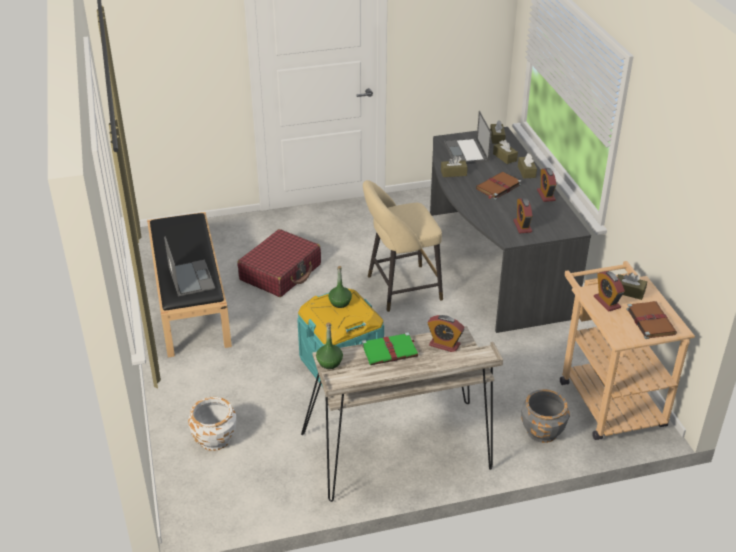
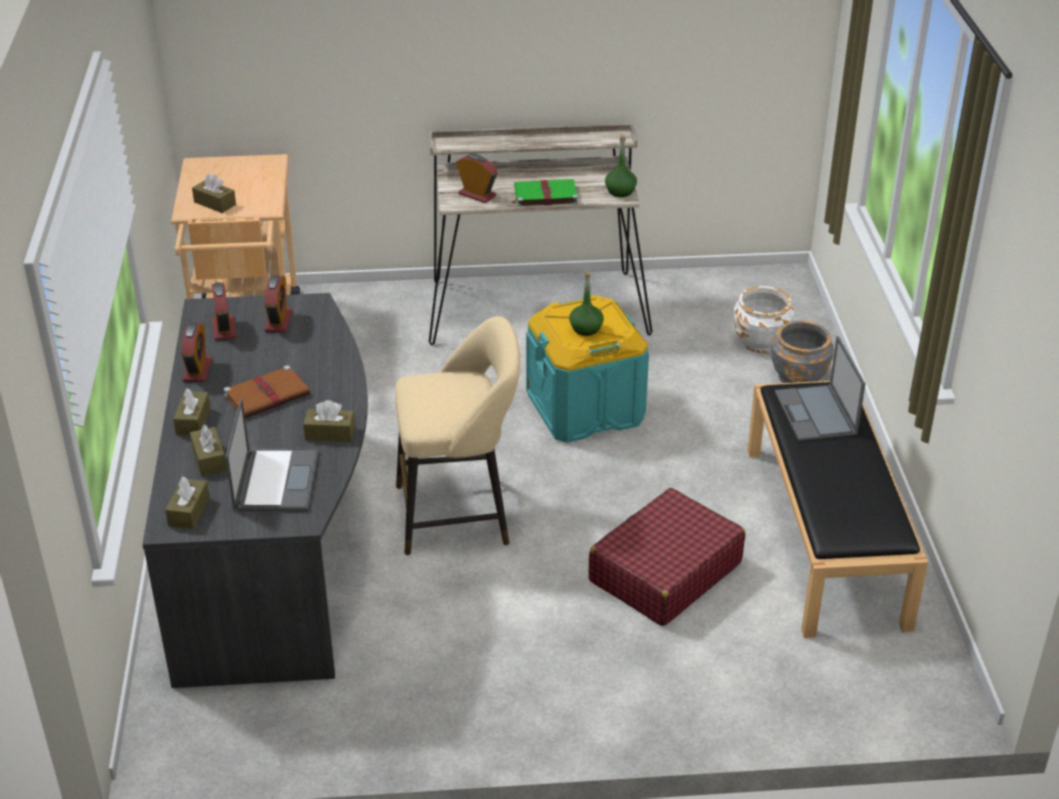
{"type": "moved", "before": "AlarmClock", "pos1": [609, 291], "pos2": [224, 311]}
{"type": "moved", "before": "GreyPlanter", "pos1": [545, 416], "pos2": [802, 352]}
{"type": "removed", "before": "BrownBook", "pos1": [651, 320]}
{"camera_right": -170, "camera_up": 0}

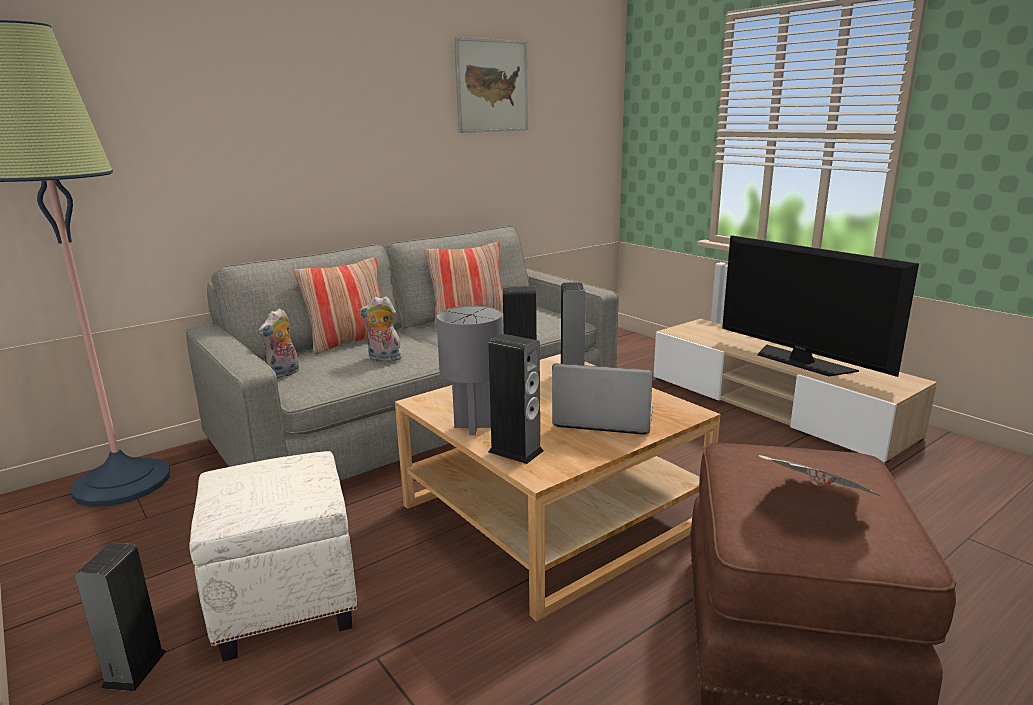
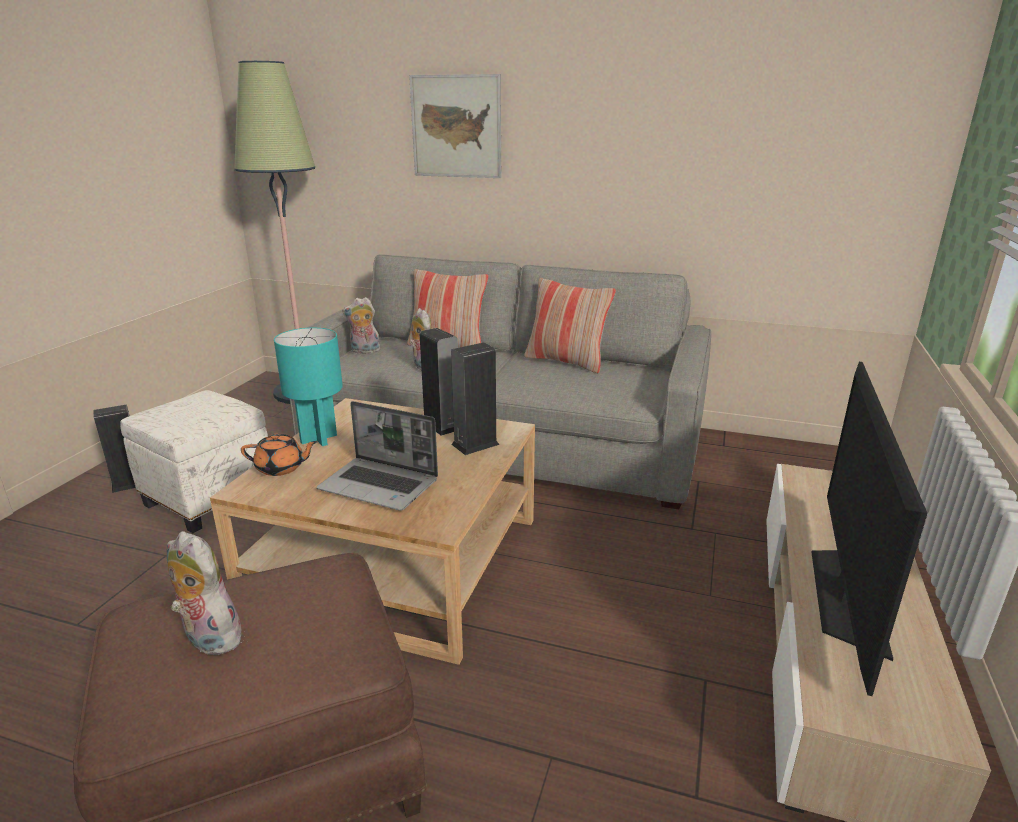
{"type": "replaced", "before": "Newspaper", "after": "PlushToy", "pos1": [819, 475], "pos2": [204, 593]}
{"type": "replaced", "before": "Speaker", "after": "OrangeTeapot", "pos1": [515, 399], "pos2": [279, 455]}
{"type": "recoloured", "before": "GreyTableLamp", "after": "TurquoiseTableLamp", "pos1": [469, 370], "pos2": [308, 387]}
{"type": "turned", "before": "Laptop", "pos1": [602, 399], "pos2": [377, 456], "turn": 135}
{"type": "moved", "before": "Picture", "pos1": [491, 85], "pos2": [455, 126]}
{"camera_right": 55, "camera_up": 5}

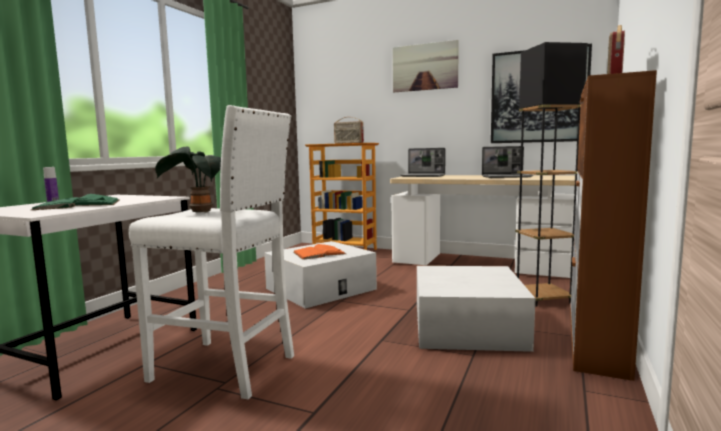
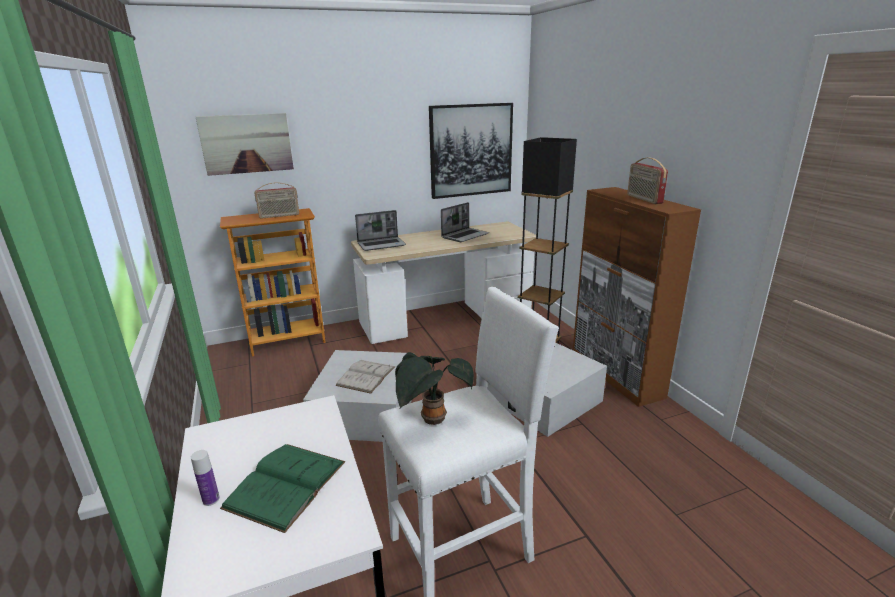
{"type": "moved", "before": "Picture", "pos1": [426, 66], "pos2": [245, 144]}
{"type": "recoloured", "before": "OrangeBook", "after": "WhiteBook", "pos1": [319, 252], "pos2": [365, 377]}
{"camera_right": -45, "camera_up": 15}

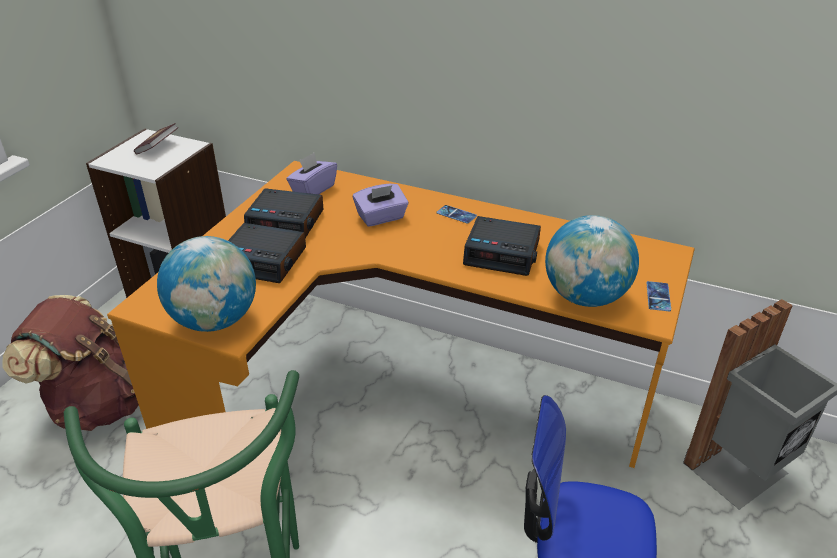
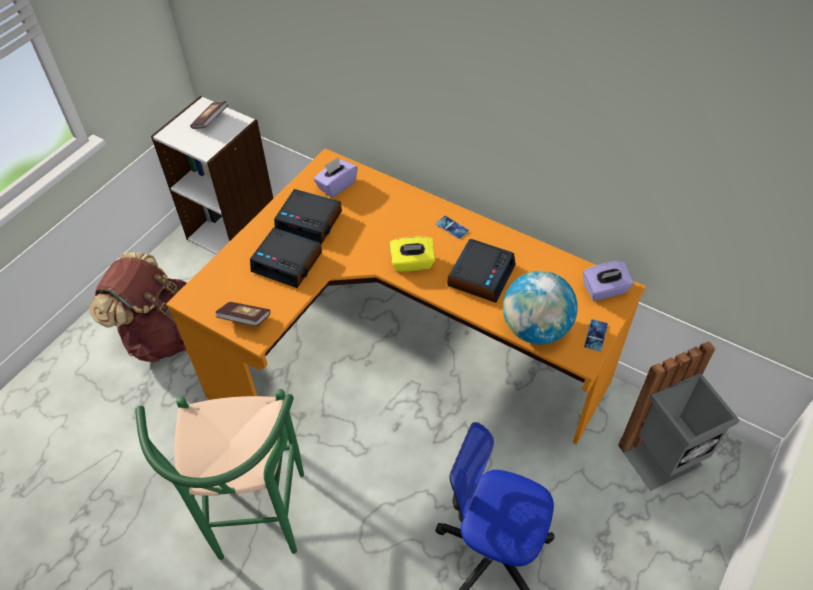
{"type": "replaced", "before": "Globe", "after": "Book", "pos1": [206, 284], "pos2": [242, 314]}
{"type": "added", "after": "YellowTissueBox", "pos2": [412, 254]}
{"type": "turned", "before": "AlarmClock", "pos1": [502, 246], "pos2": [481, 271], "turn": -90}
{"type": "moved", "before": "PurpleTissueBox", "pos1": [380, 205], "pos2": [608, 281]}
{"camera_right": 10, "camera_up": 15}

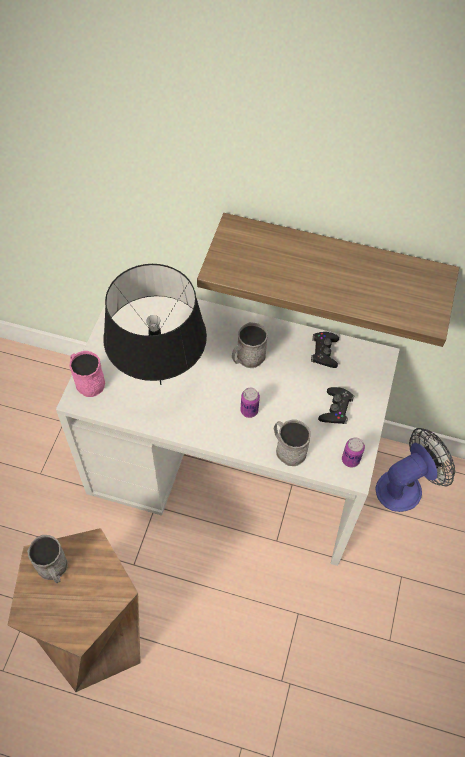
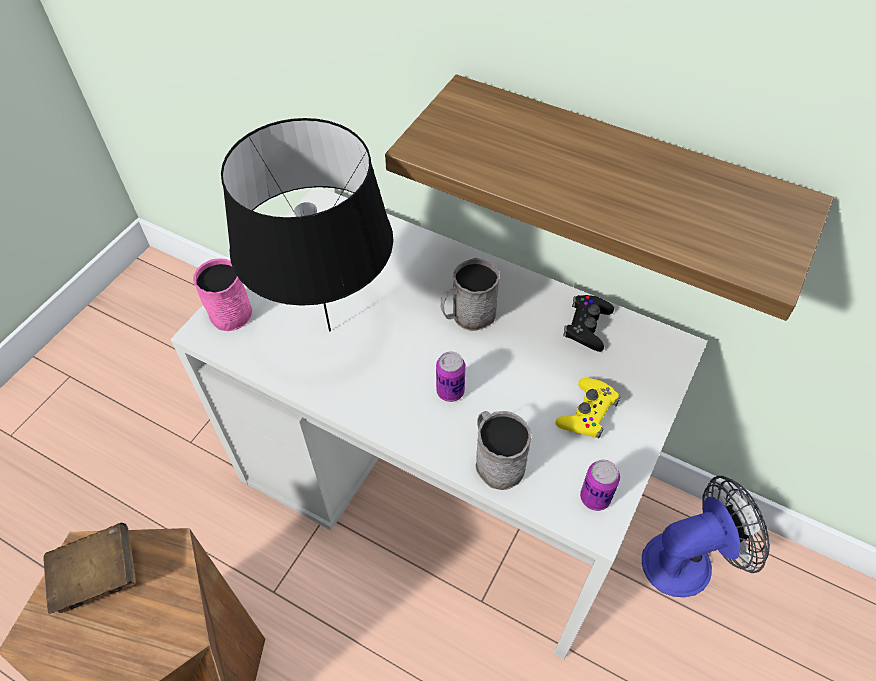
{"type": "replaced", "before": "GreyMug", "after": "BrownBook", "pos1": [47, 559], "pos2": [89, 568]}
{"type": "recoloured", "before": "BlackGameController", "after": "YellowGameController", "pos1": [336, 405], "pos2": [588, 408]}
{"camera_right": 15, "camera_up": -5}

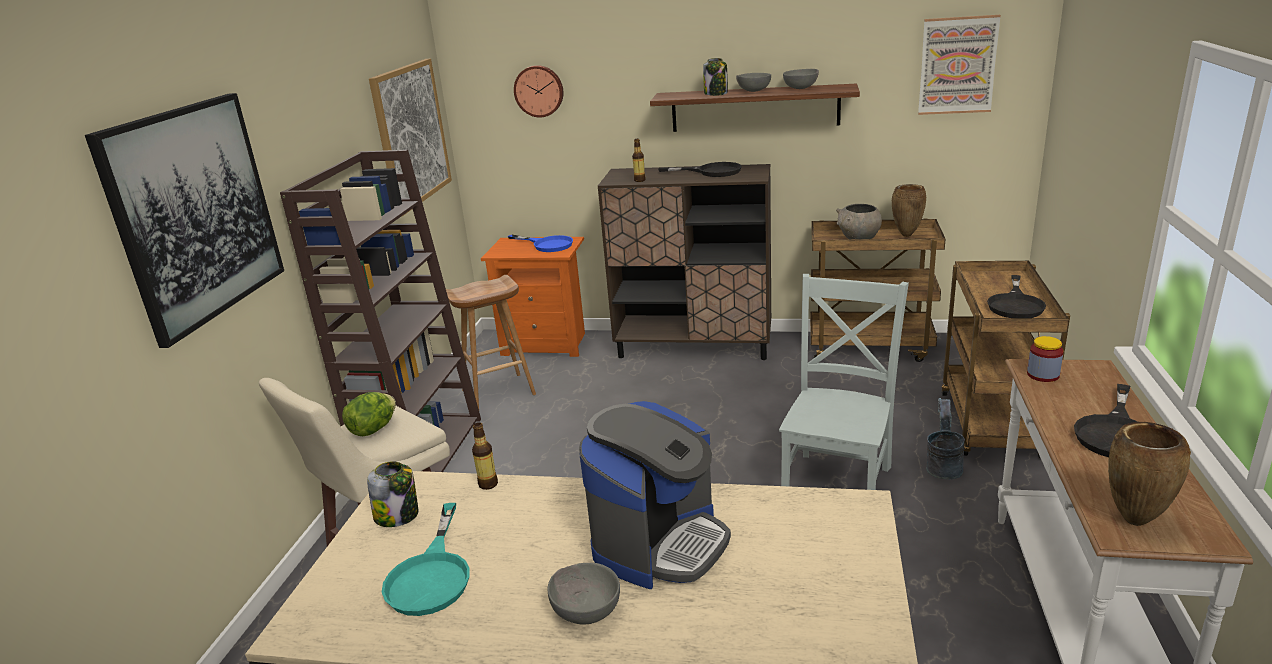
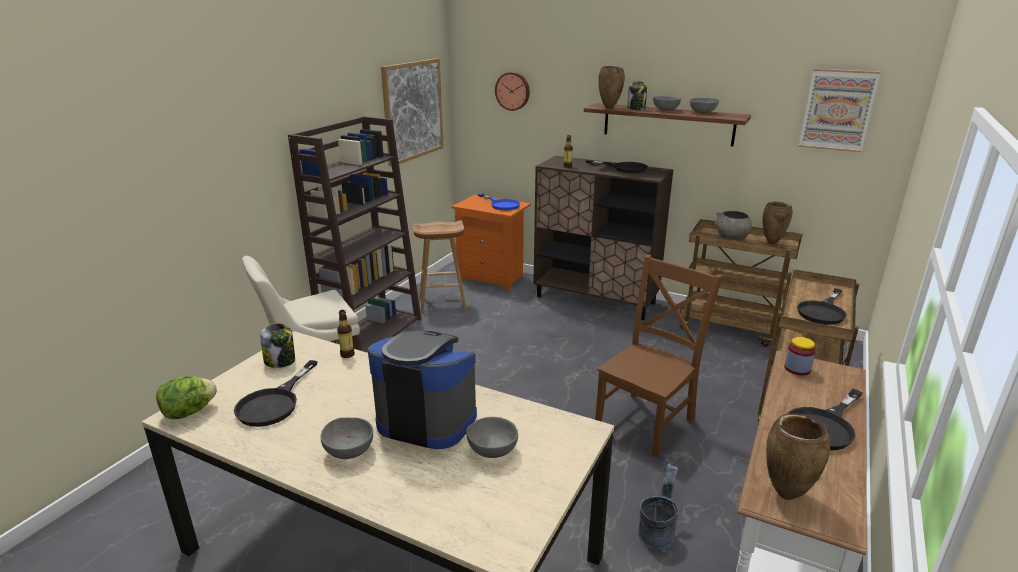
{"type": "moved", "before": "Lettuce", "pos1": [369, 414], "pos2": [186, 397]}
{"type": "recoloured", "before": "TurquoiseFryingPan", "after": "BlackFryingPan", "pos1": [426, 559], "pos2": [276, 393]}
{"type": "turned", "before": "CoffeeMachine", "pos1": [655, 495], "pos2": [422, 389], "turn": -120}
{"type": "added", "after": "GreyBowl", "pos2": [492, 437]}
{"type": "recoloured", "before": "GreyChair", "after": "BrownChair", "pos1": [844, 382], "pos2": [659, 356]}
{"type": "added", "after": "BrownVase", "pos2": [611, 87]}
{"type": "moved", "before": "GreyBucket", "pos1": [945, 439], "pos2": [658, 506]}
{"type": "removed", "before": "Picture", "pos1": [184, 220]}
{"camera_right": 15, "camera_up": 0}

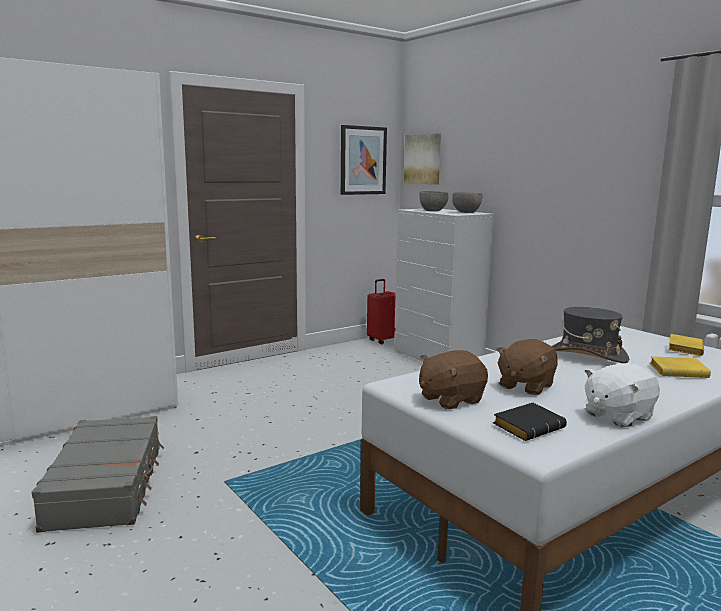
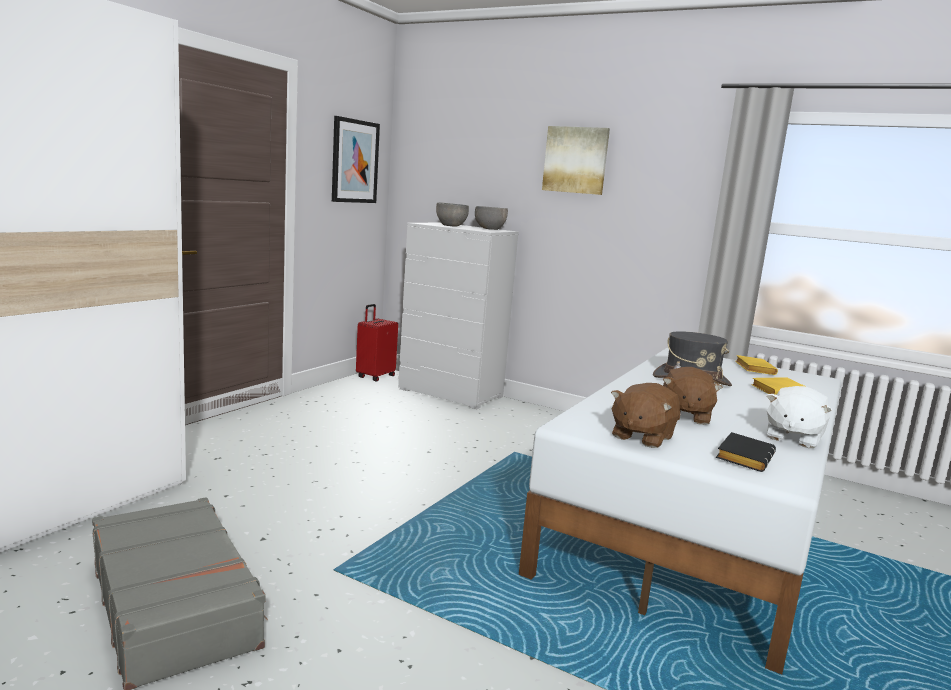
{"type": "moved", "before": "Picture", "pos1": [422, 159], "pos2": [576, 160]}
{"camera_right": -25, "camera_up": 0}

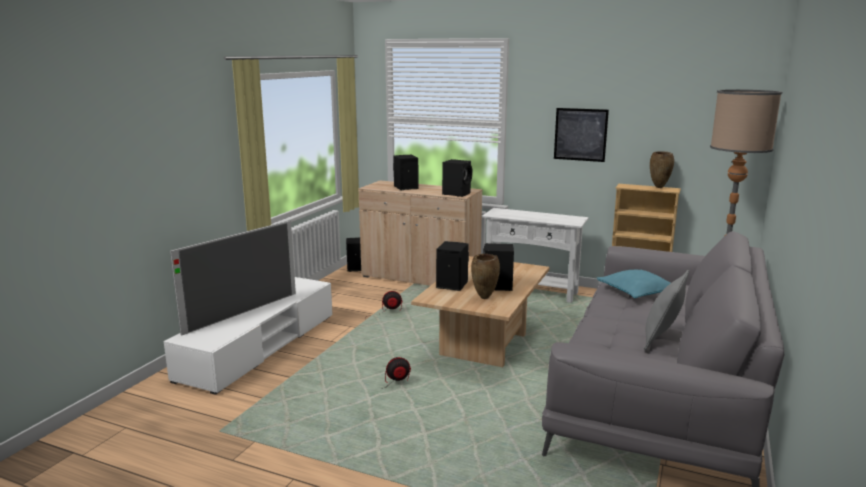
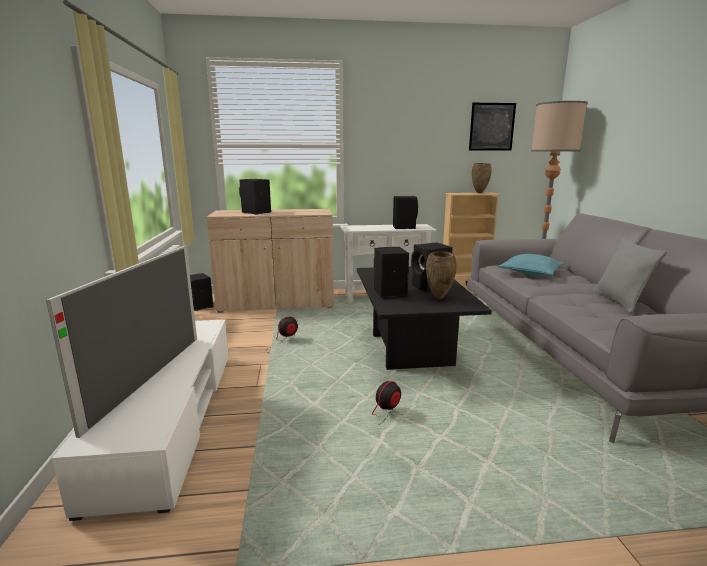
{"type": "recoloured", "before": "BeigeCoffeeTable", "after": "BlackCoffeeTable", "pos1": [480, 311], "pos2": [424, 318]}
{"type": "moved", "before": "BlackSpeaker", "pos1": [457, 178], "pos2": [405, 212]}
{"type": "moved", "before": "Picture", "pos1": [581, 135], "pos2": [492, 127]}
{"camera_right": -30, "camera_up": 0}

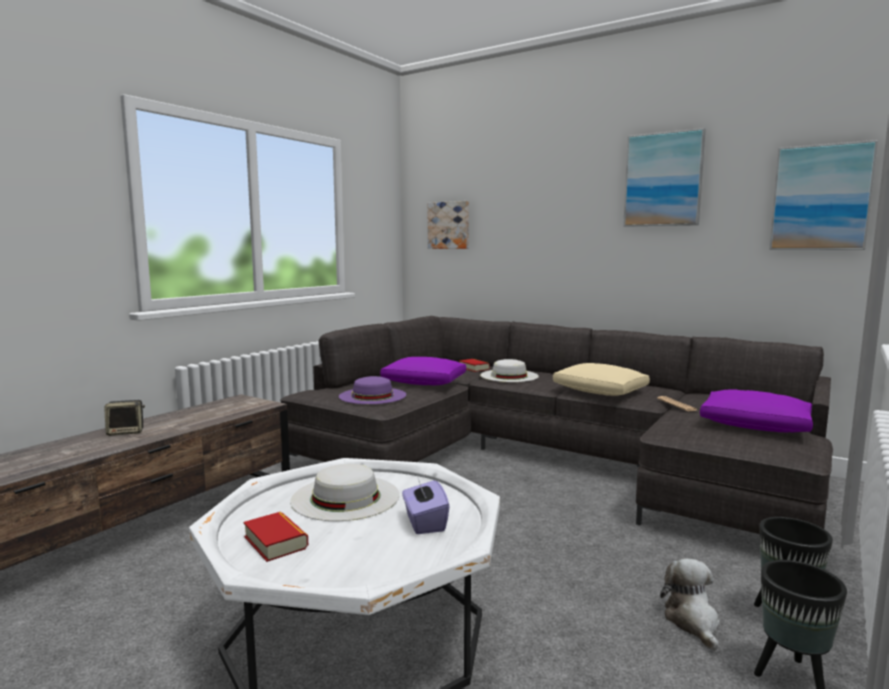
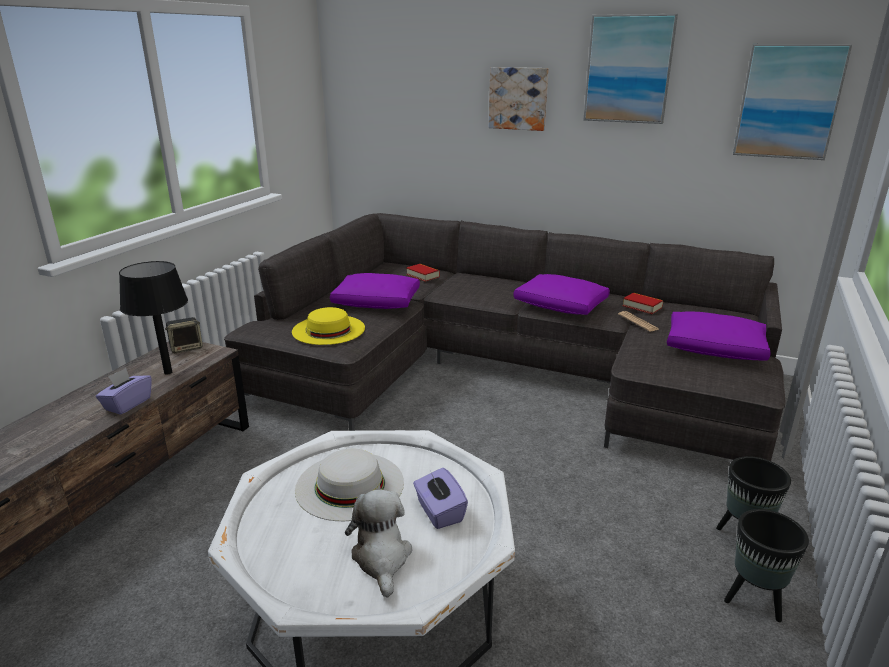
{"type": "added", "after": "PurpleTissueBox", "pos2": [124, 391]}
{"type": "added", "after": "BlackTableLamp", "pos2": [153, 318]}
{"type": "moved", "before": "Speaker", "pos1": [124, 418], "pos2": [184, 335]}
{"type": "recoloured", "before": "PurpleHat", "after": "YellowHat", "pos1": [372, 390], "pos2": [328, 326]}
{"type": "moved", "before": "PlushToy", "pos1": [689, 604], "pos2": [378, 543]}
{"type": "moved", "before": "Picture", "pos1": [448, 225], "pos2": [519, 99]}
{"type": "recoloured", "before": "BeigePillow", "after": "PurplePillow", "pos1": [601, 379], "pos2": [561, 294]}
{"type": "moved", "before": "Book", "pos1": [276, 537], "pos2": [643, 303]}
{"type": "removed", "before": "WhiteHat", "pos1": [509, 370]}
{"camera_right": -10, "camera_up": 15}

